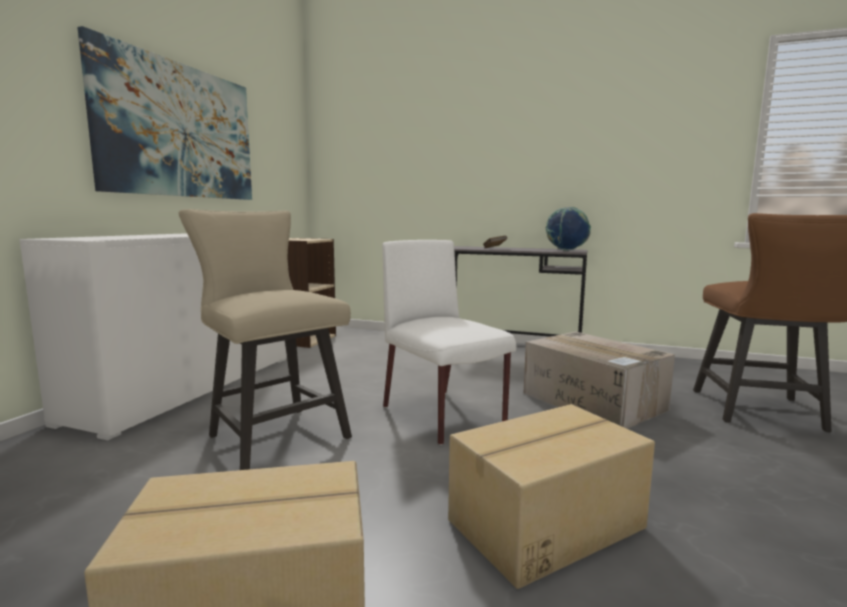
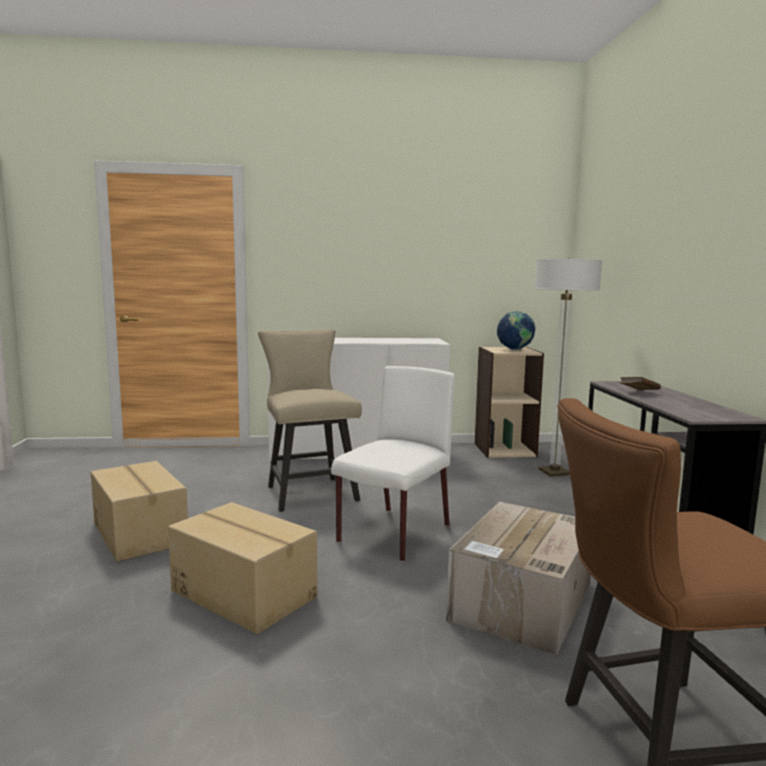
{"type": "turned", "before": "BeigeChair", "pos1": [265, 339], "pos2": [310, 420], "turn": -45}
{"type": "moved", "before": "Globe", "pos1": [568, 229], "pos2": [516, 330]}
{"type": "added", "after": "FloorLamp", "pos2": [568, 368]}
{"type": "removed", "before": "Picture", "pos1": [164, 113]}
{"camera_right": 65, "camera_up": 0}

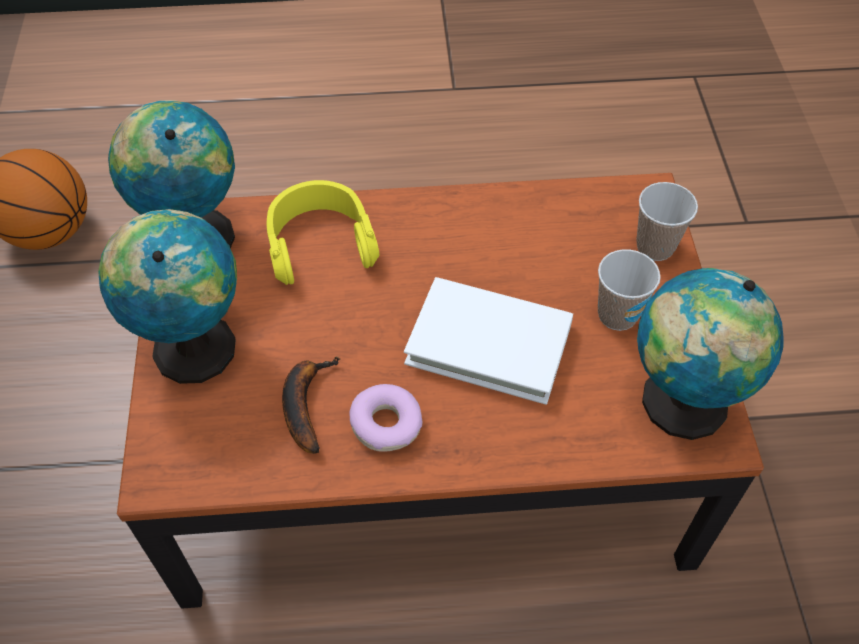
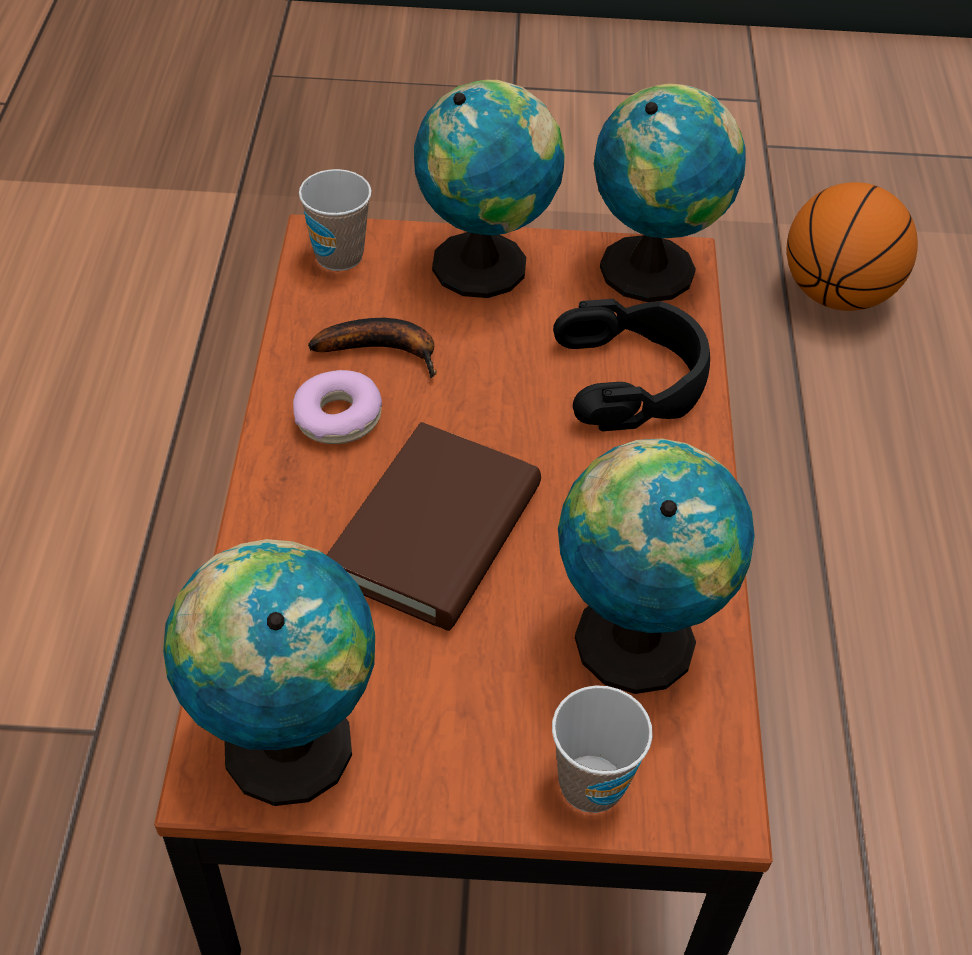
{"type": "moved", "before": "Cup", "pos1": [629, 290], "pos2": [335, 220]}
{"type": "recoloured", "before": "WhiteBook", "after": "BrownBook", "pos1": [488, 341], "pos2": [434, 526]}
{"type": "recoloured", "before": "YellowHeadphones", "after": "BlackHeadphones", "pos1": [323, 232], "pos2": [631, 365]}
{"type": "added", "after": "Globe", "pos2": [656, 566]}
{"camera_right": 95, "camera_up": -5}

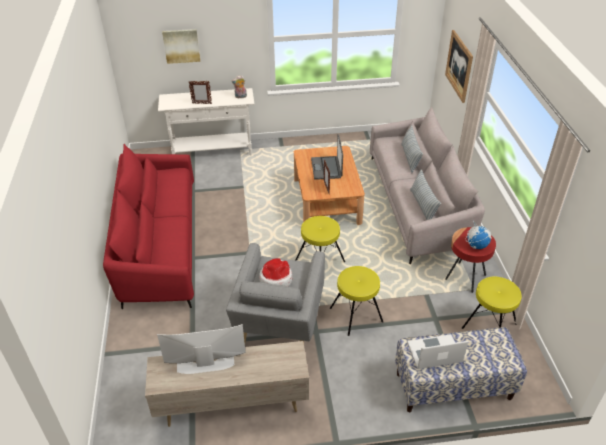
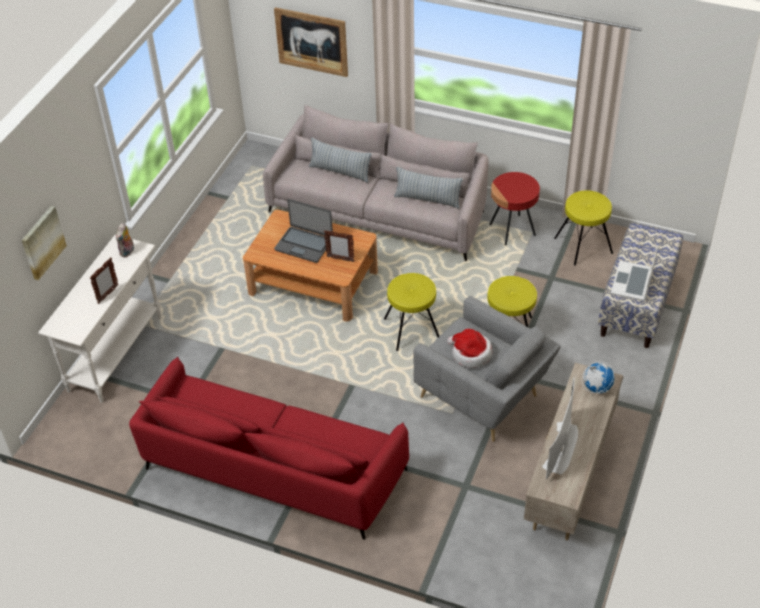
{"type": "moved", "before": "Globe", "pos1": [478, 235], "pos2": [598, 378]}
{"camera_right": -60, "camera_up": 5}

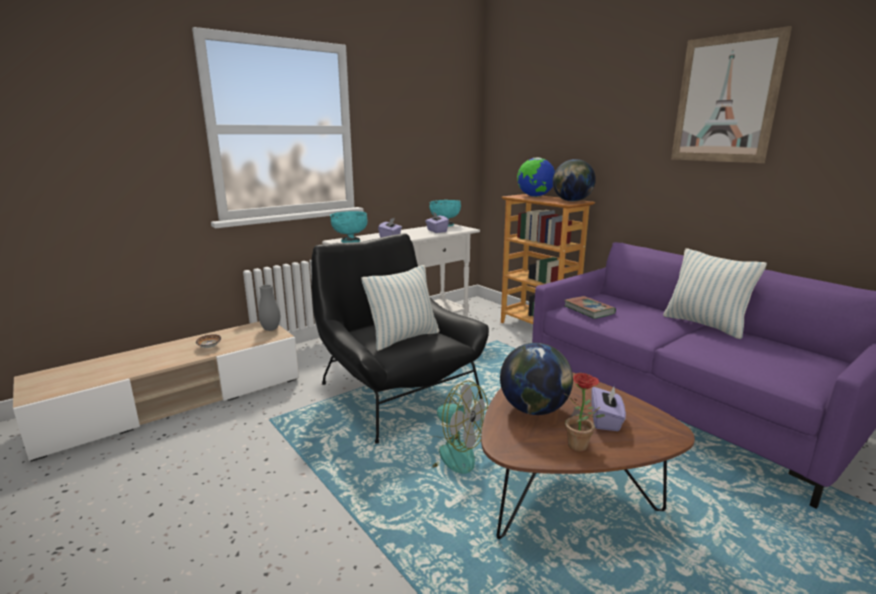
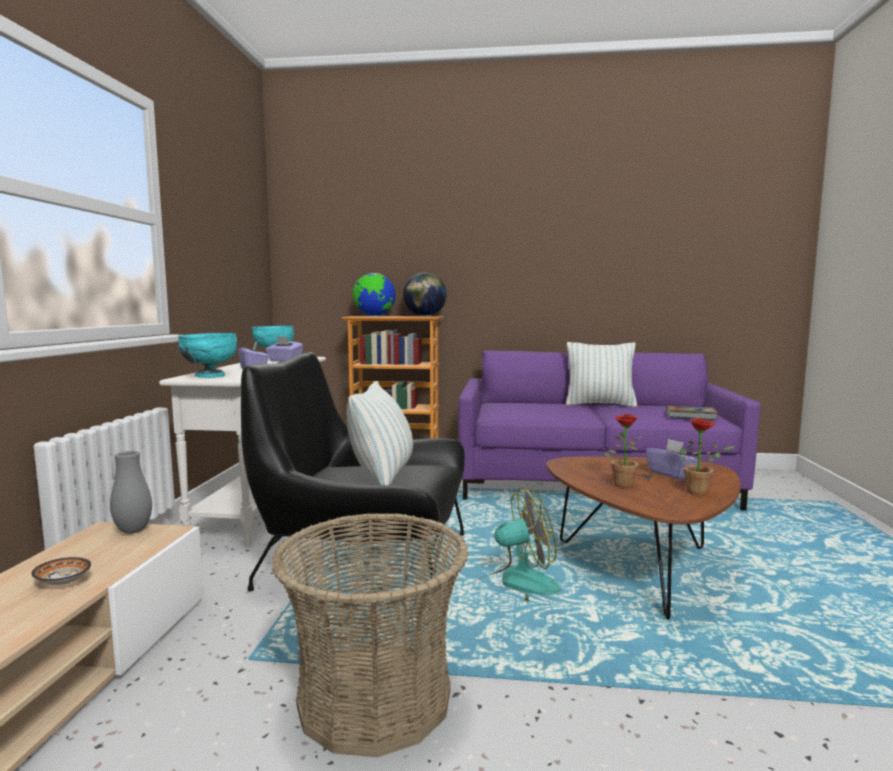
{"type": "added", "after": "Basket", "pos2": [370, 635]}
{"type": "replaced", "before": "Globe", "after": "PottedPlant", "pos1": [536, 379], "pos2": [623, 451]}
{"type": "moved", "before": "Book", "pos1": [590, 307], "pos2": [692, 412]}
{"type": "removed", "before": "Picture", "pos1": [731, 94]}
{"camera_right": -45, "camera_up": -10}

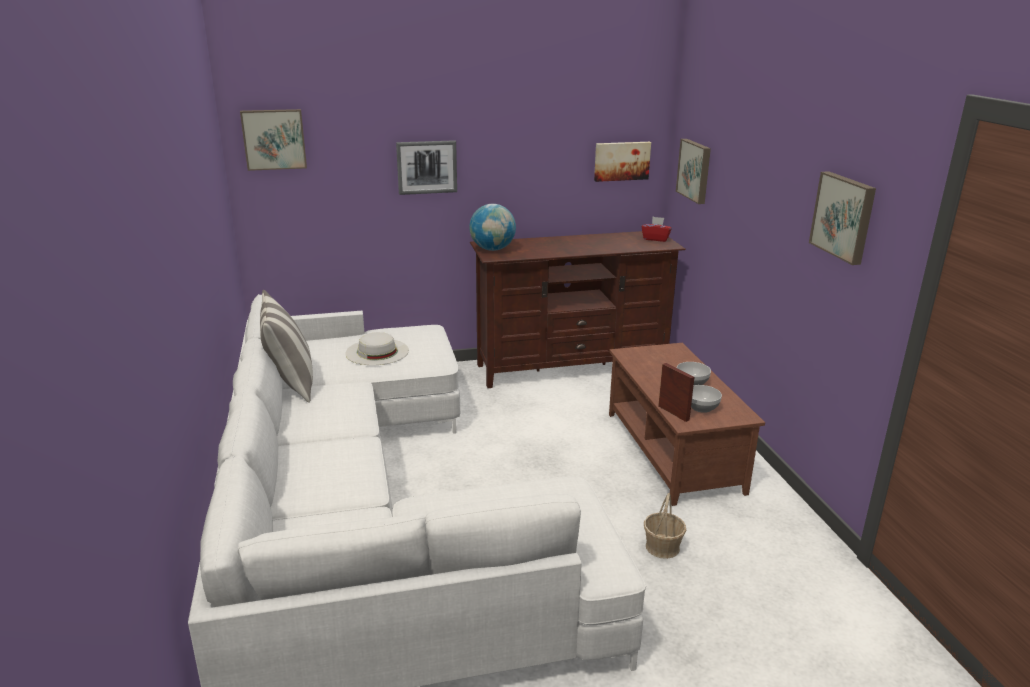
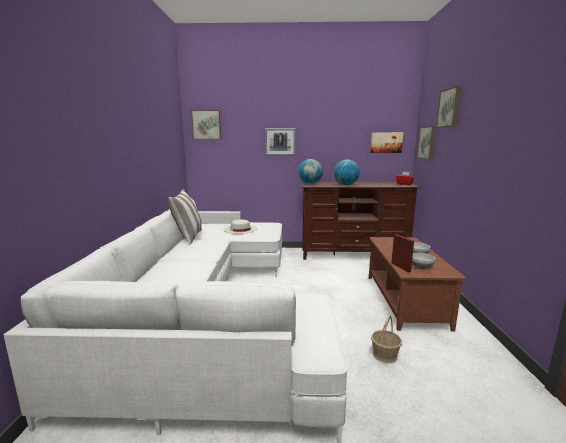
{"type": "added", "after": "Globe", "pos2": [347, 172]}
{"type": "moved", "before": "Picture", "pos1": [842, 218], "pos2": [449, 106]}
{"camera_right": 15, "camera_up": -10}

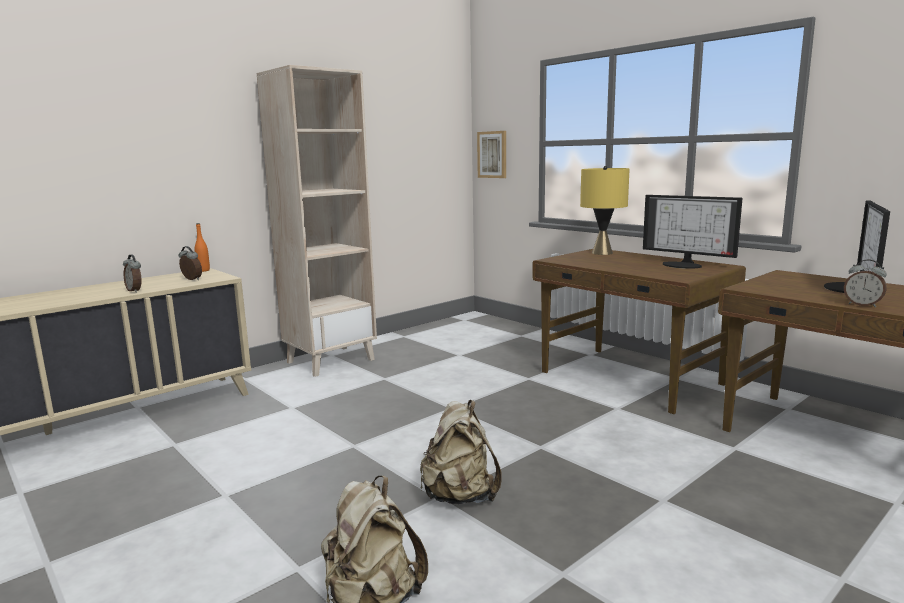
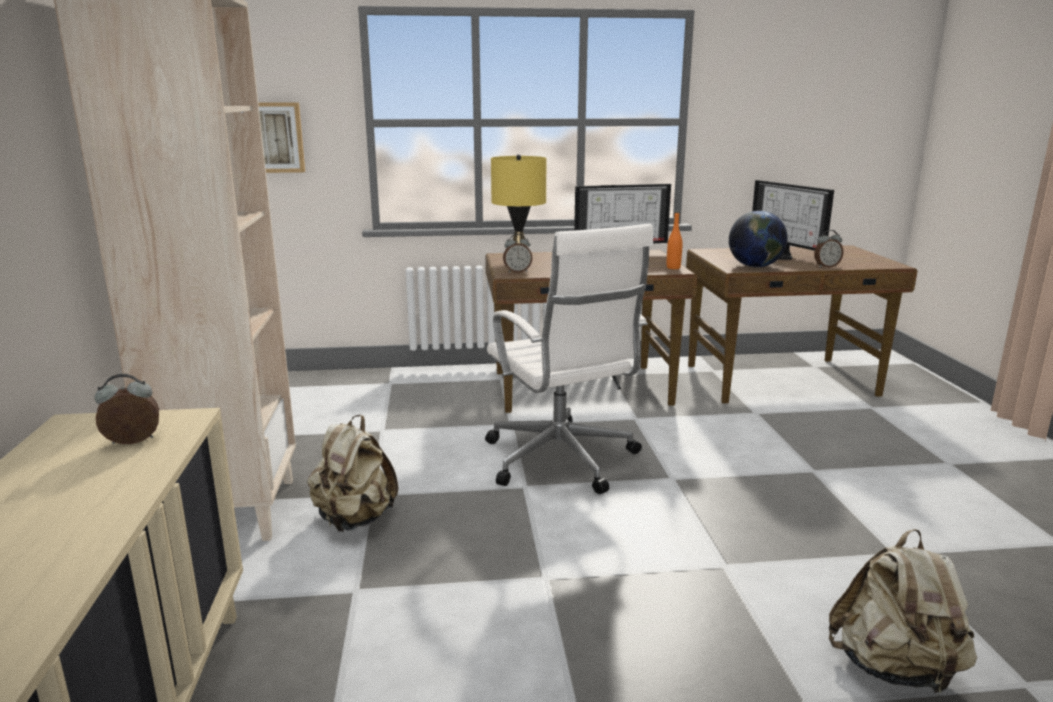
{"type": "moved", "before": "BeigeBackpack", "pos1": [461, 452], "pos2": [352, 473]}
{"type": "added", "after": "WhiteOfficeChair", "pos2": [569, 359]}
{"type": "moved", "before": "AlarmClock", "pos1": [132, 274], "pos2": [518, 253]}
{"type": "moved", "before": "OrangeBottle", "pos1": [202, 247], "pos2": [675, 240]}
{"type": "added", "after": "Globe", "pos2": [758, 239]}
{"camera_right": -55, "camera_up": 5}

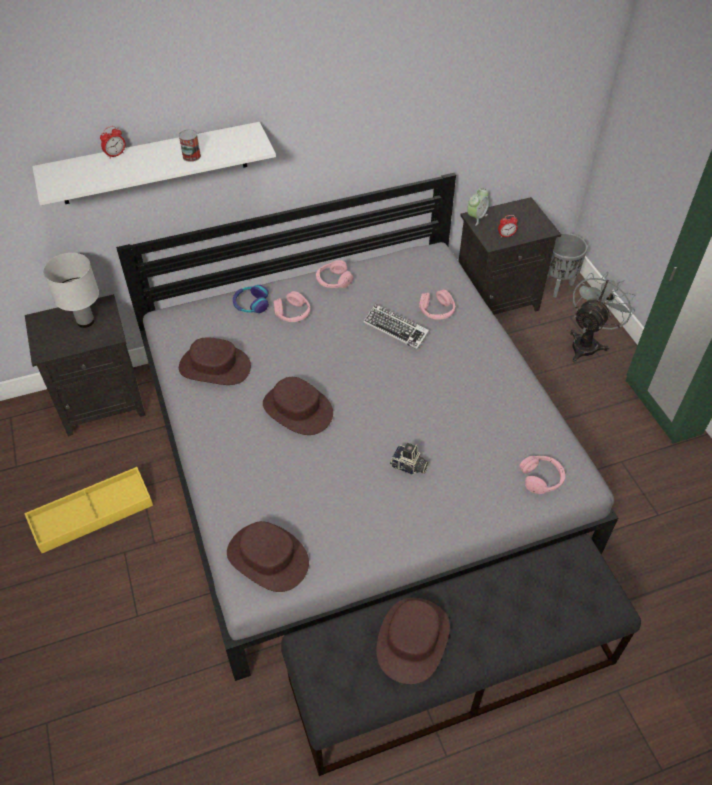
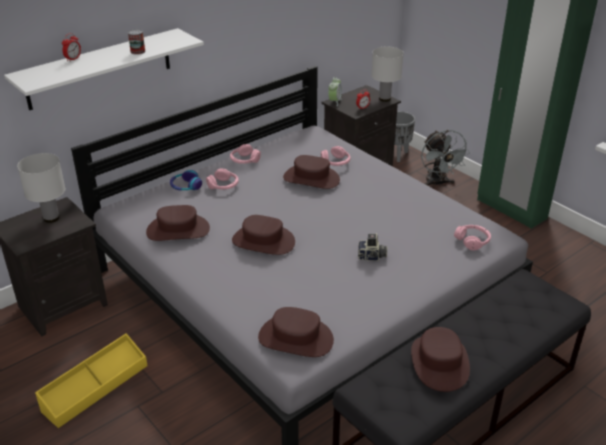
{"type": "replaced", "before": "Keyboard", "after": "BrownHat", "pos1": [396, 327], "pos2": [311, 172]}
{"type": "added", "after": "WhiteTableLamp", "pos2": [387, 74]}
{"type": "turned", "before": "GreyFan", "pos1": [602, 317], "pos2": [445, 158], "turn": 150}
{"camera_right": -20, "camera_up": -15}

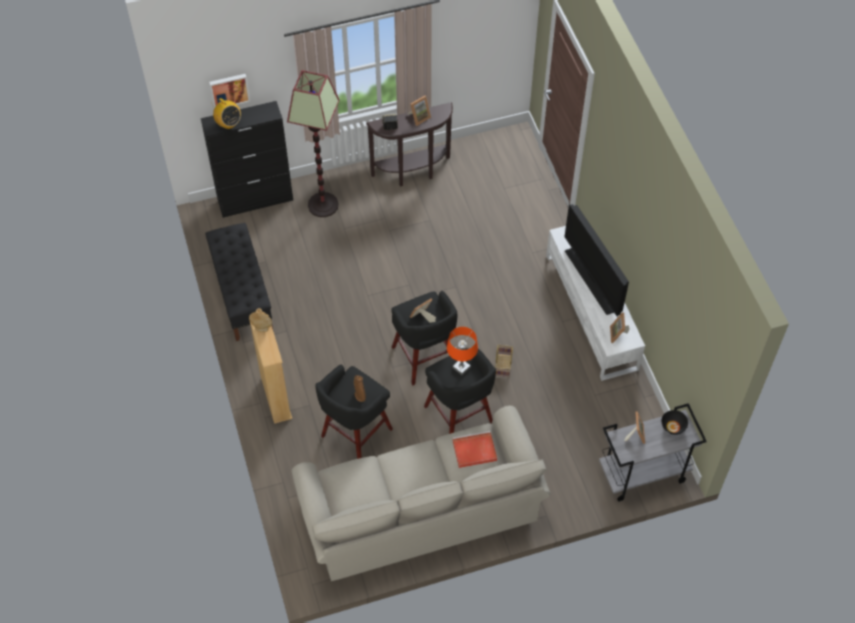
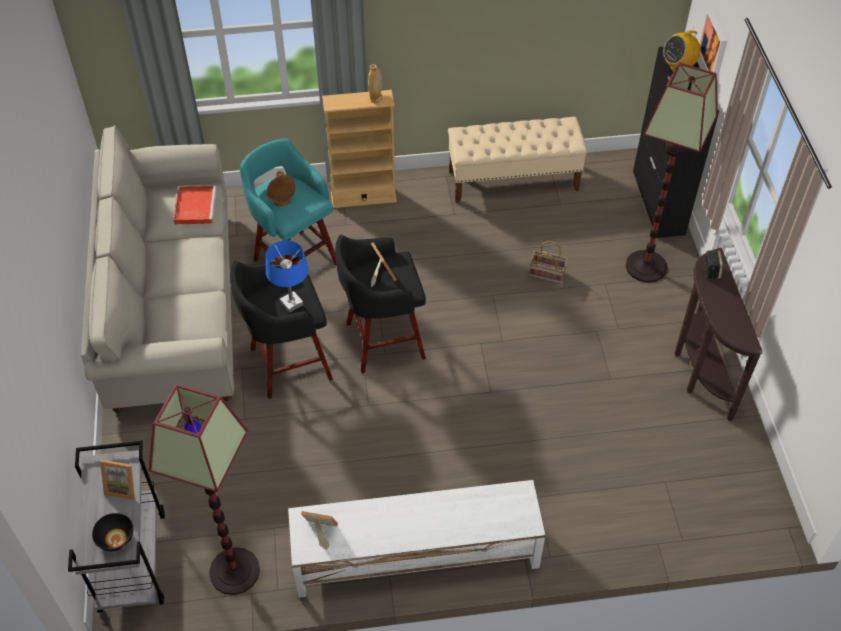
{"type": "added", "after": "FloorLamp", "pos2": [204, 489]}
{"type": "moved", "before": "RedTray", "pos1": [474, 449], "pos2": [195, 205]}
{"type": "recoloured", "before": "BlackStool", "after": "TurquoiseStool", "pos1": [354, 411], "pos2": [288, 201]}
{"type": "recoloured", "before": "OrangeTableLamp", "after": "BlueTableLamp", "pos1": [462, 351], "pos2": [287, 276]}
{"type": "recoloured", "before": "BlackBench", "after": "BeigeBench", "pos1": [239, 282], "pos2": [517, 160]}
{"type": "moved", "before": "Basket", "pos1": [504, 361], "pos2": [548, 262]}
{"type": "removed", "before": "PictureFrame", "pos1": [419, 111]}
{"type": "removed", "before": "Television", "pos1": [596, 260]}
{"camera_right": 100, "camera_up": -5}

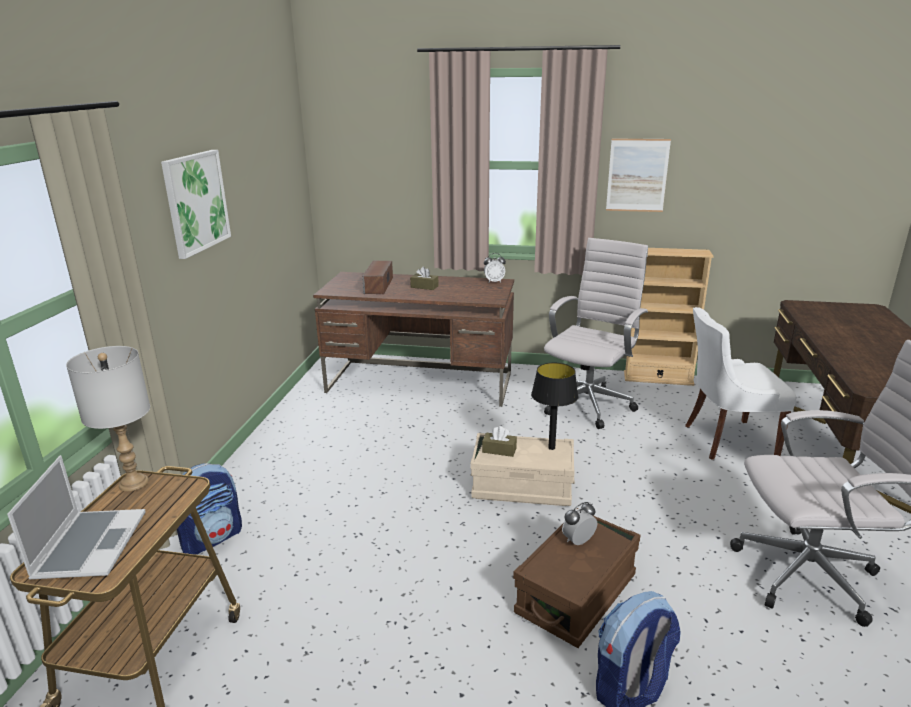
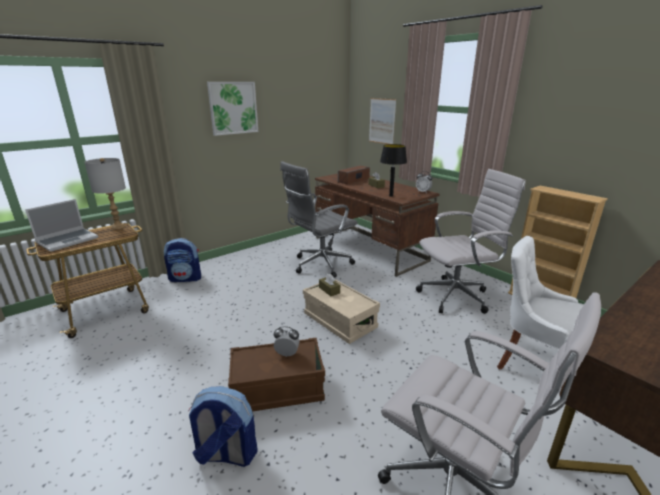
{"type": "added", "after": "GreyOfficeChair", "pos2": [319, 219]}
{"type": "moved", "before": "Picture", "pos1": [638, 175], "pos2": [382, 121]}
{"type": "moved", "before": "BlackTableLamp", "pos1": [554, 406], "pos2": [393, 170]}
{"camera_right": 40, "camera_up": 0}

